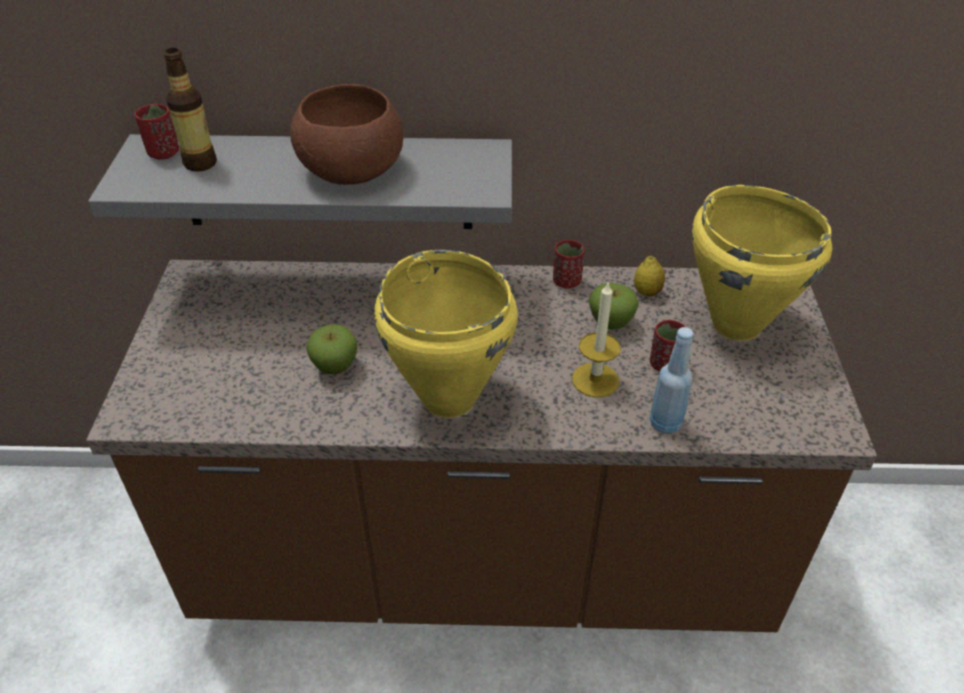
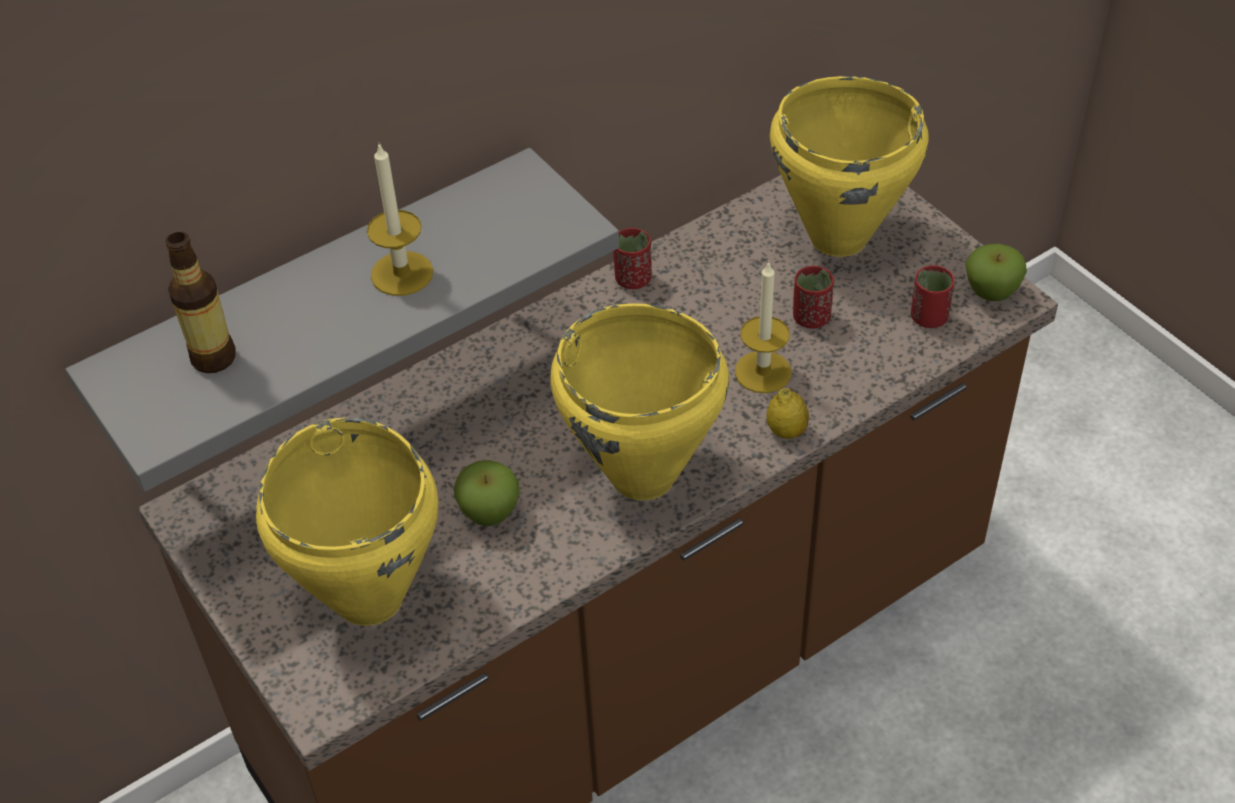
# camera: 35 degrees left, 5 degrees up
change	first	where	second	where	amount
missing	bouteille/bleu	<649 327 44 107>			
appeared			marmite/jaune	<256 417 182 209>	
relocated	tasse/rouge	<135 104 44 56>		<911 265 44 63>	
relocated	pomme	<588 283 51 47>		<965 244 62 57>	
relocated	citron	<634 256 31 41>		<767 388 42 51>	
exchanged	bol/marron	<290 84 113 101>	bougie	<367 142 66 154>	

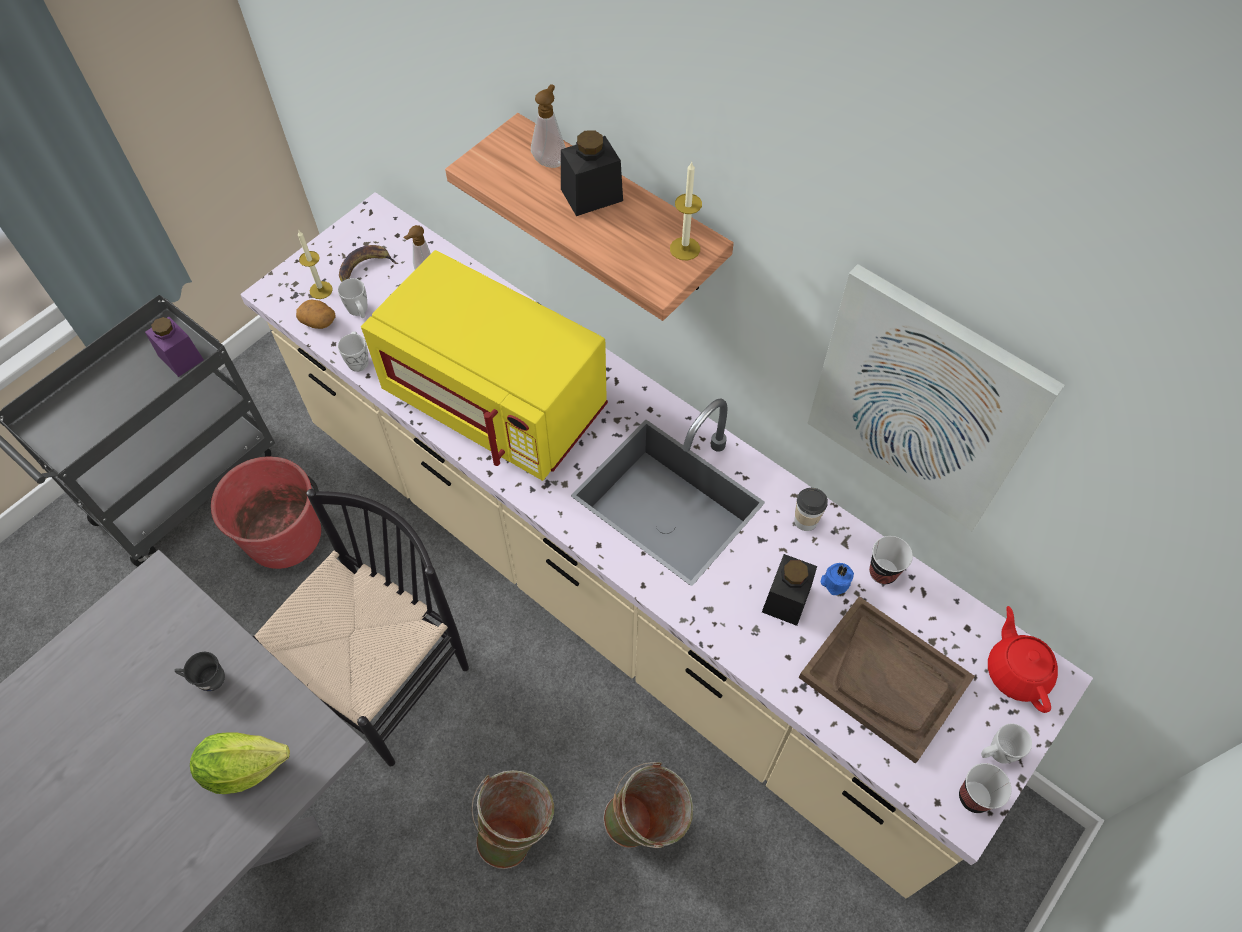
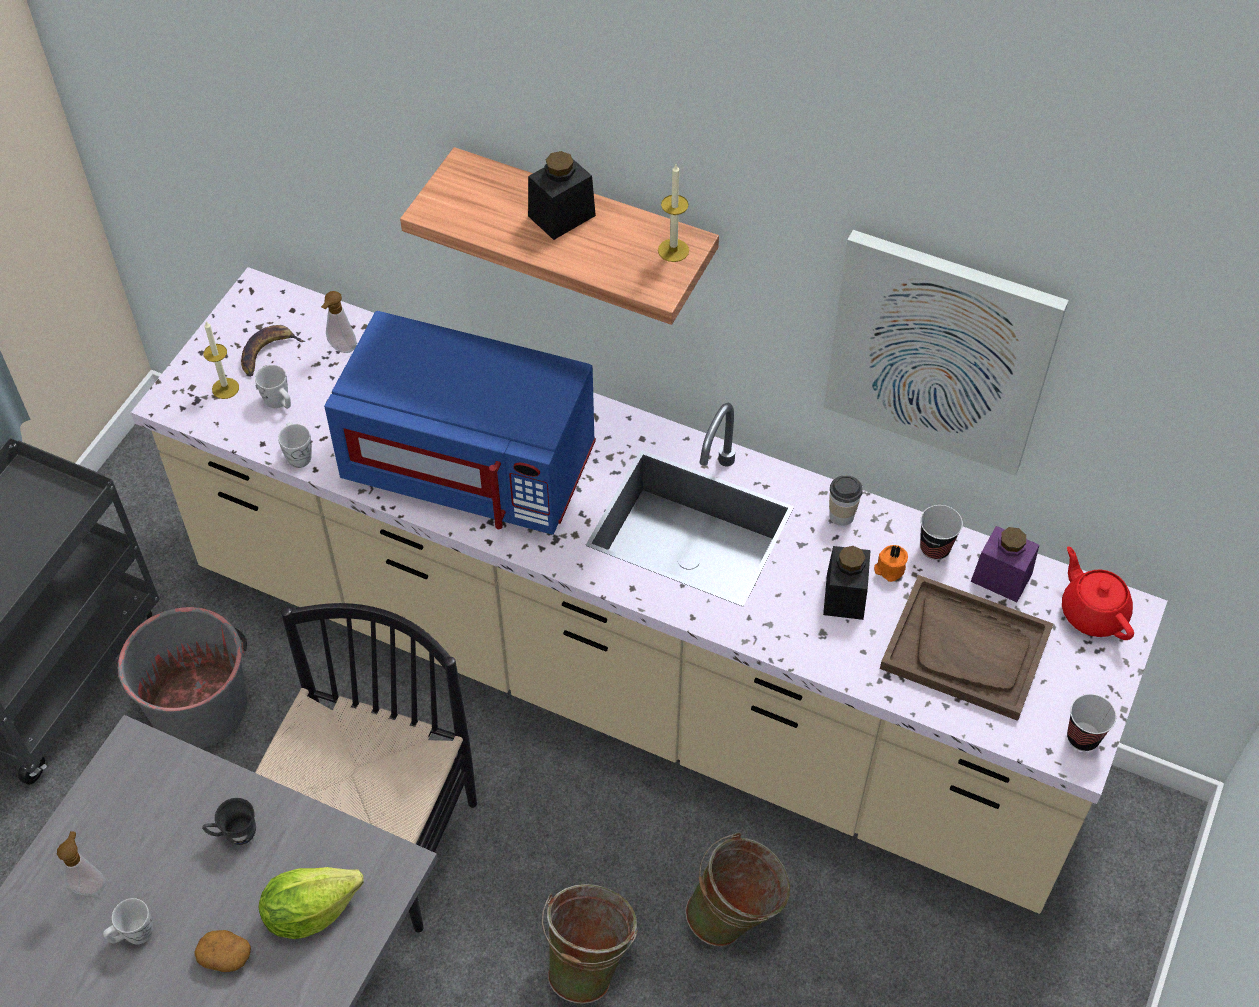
# camera: 15 degrees left, 5 degrees down
change	first	where	second	where	amount
relocated	bocal/violet	<145 317 59 60>		<971 526 68 76>	
relocated	pomme de terre	<296 300 40 29>		<194 930 57 42>	
relocated	distributeur de savon	<531 84 35 84>		<57 831 49 65>	
relocated	mug/blanc	<981 724 51 40>		<103 898 50 46>	
colour	seau/rouge	<210 457 111 112>	seau/gris	<115 607 132 141>	
colour	micro-ondes/jaune	<361 250 247 231>	micro-ondes/bleu	<324 311 272 224>	
colour	bougie/bleu	<821 563 33 32>	bougie/orange	<874 545 34 37>	

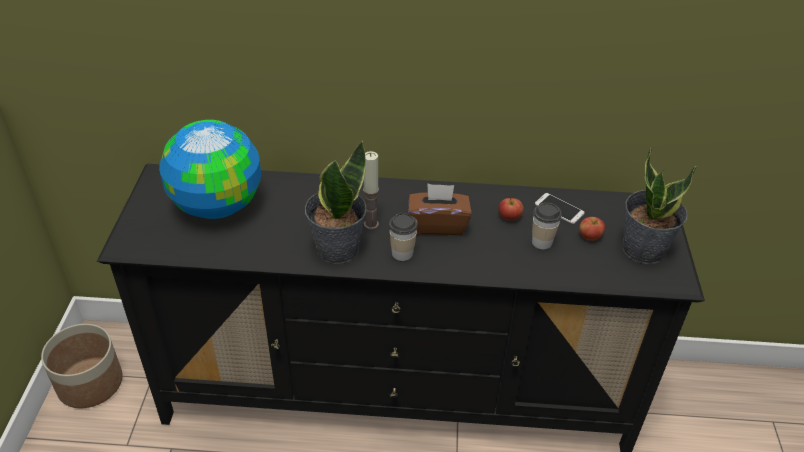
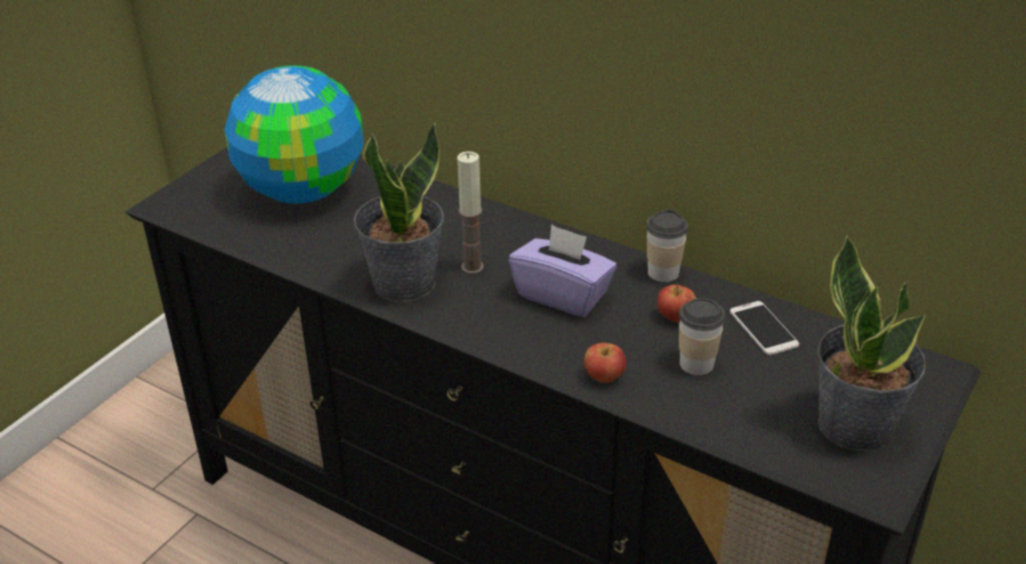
# camera: 30 degrees right, 5 degrees down
change	first	where	second	where	amount
missing	cache-pot	<41 324 82 84>			
relocated	tasse	<389 213 29 48>		<646 209 42 73>	
relocated	pomme	<579 217 26 24>		<584 343 42 40>	
colour	boîte à mouchoirs/marron	<408 183 64 52>	boîte à mouchoirs/violet	<509 224 108 93>	

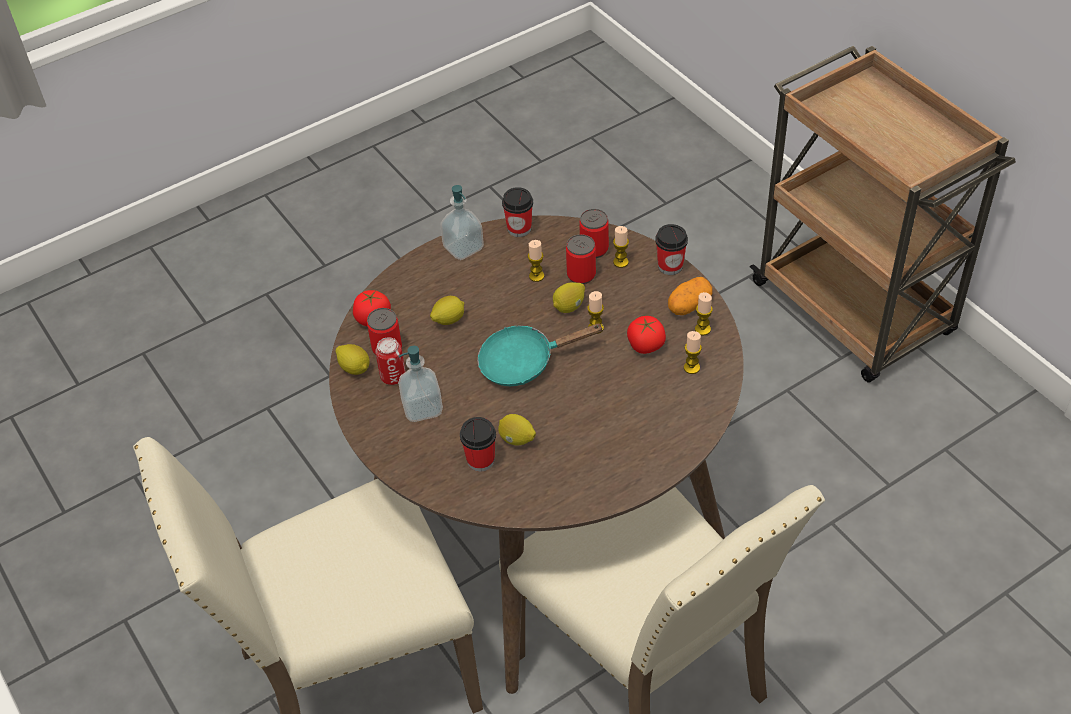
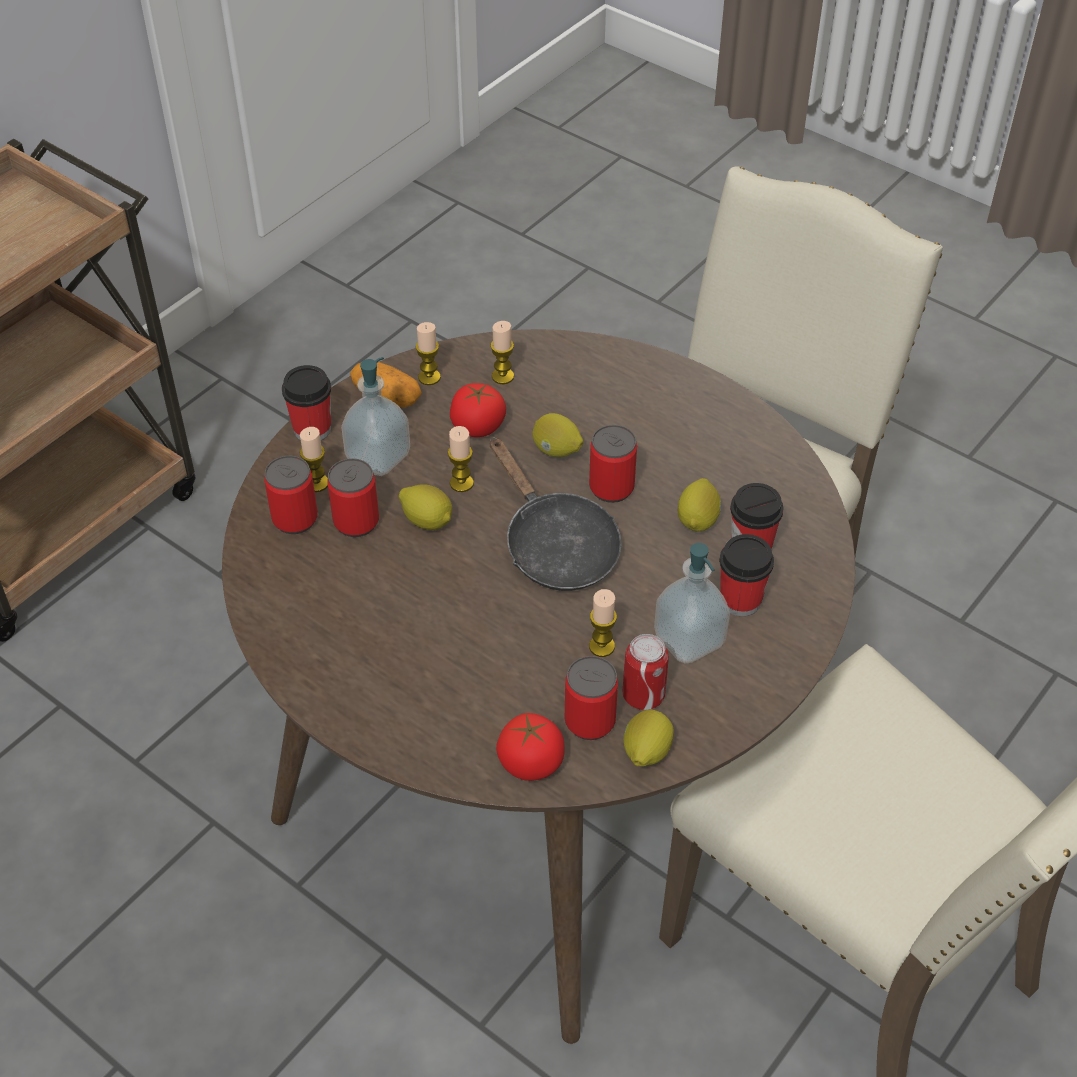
# camera: 110 degrees left, 0 degrees up
change	first	where	second	where	amount
appeared			boîte métallique	<589 425 48 78>	
relocated	citron	<430 296 34 29>		<533 413 50 44>	
relocated	distributeur de savon	<440 185 44 75>		<341 357 69 119>	
relocated	tasse	<502 187 31 50>		<719 534 55 82>	
relocated	bougie	<528 240 16 42>		<589 589 28 68>	
colour	poêle/turquoise	<477 324 127 62>	poêle/noir	<490 437 132 154>	

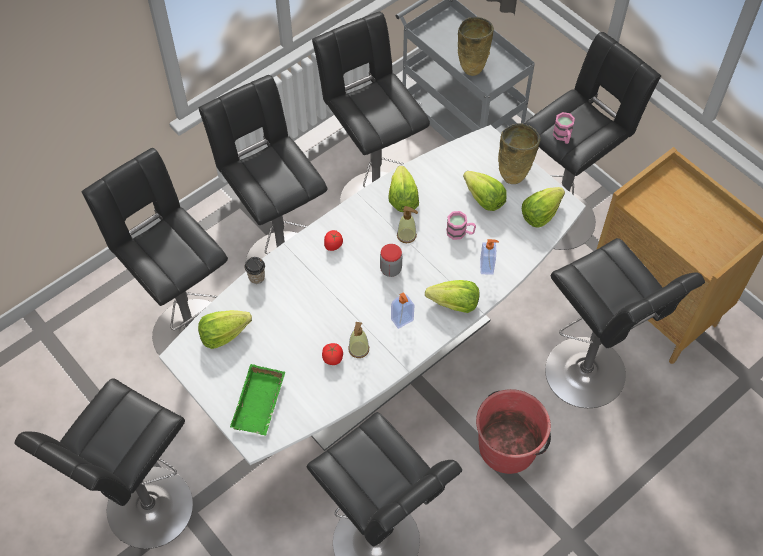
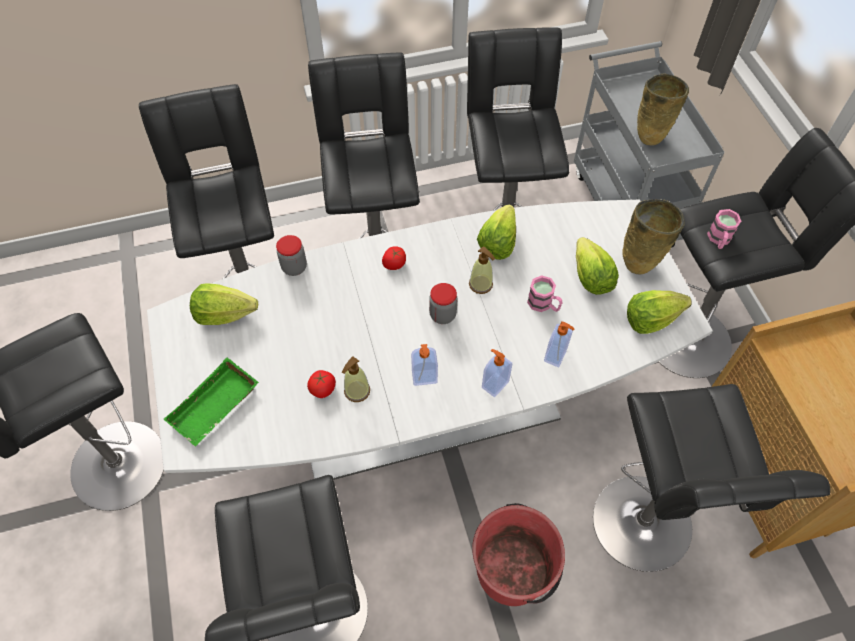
# camera: 25 degrees right, 0 degrees up
change	first	where	second	where	amount
exchanged	tasse	<245 257 20 27>	bocal	<276 235 31 41>	
exchanged	laitue	<425 280 55 33>	distributeur de savon	<482 349 30 48>	

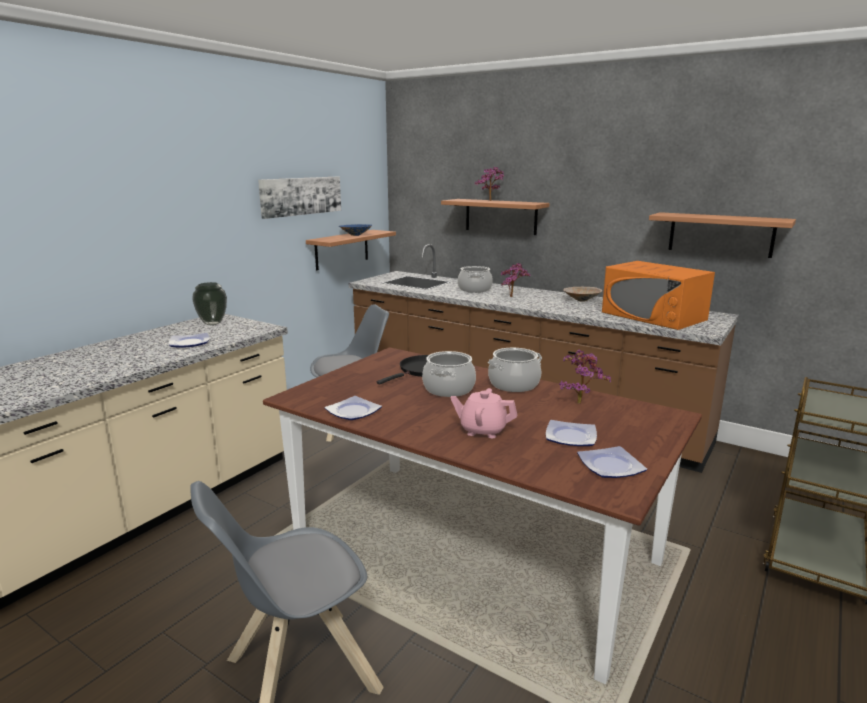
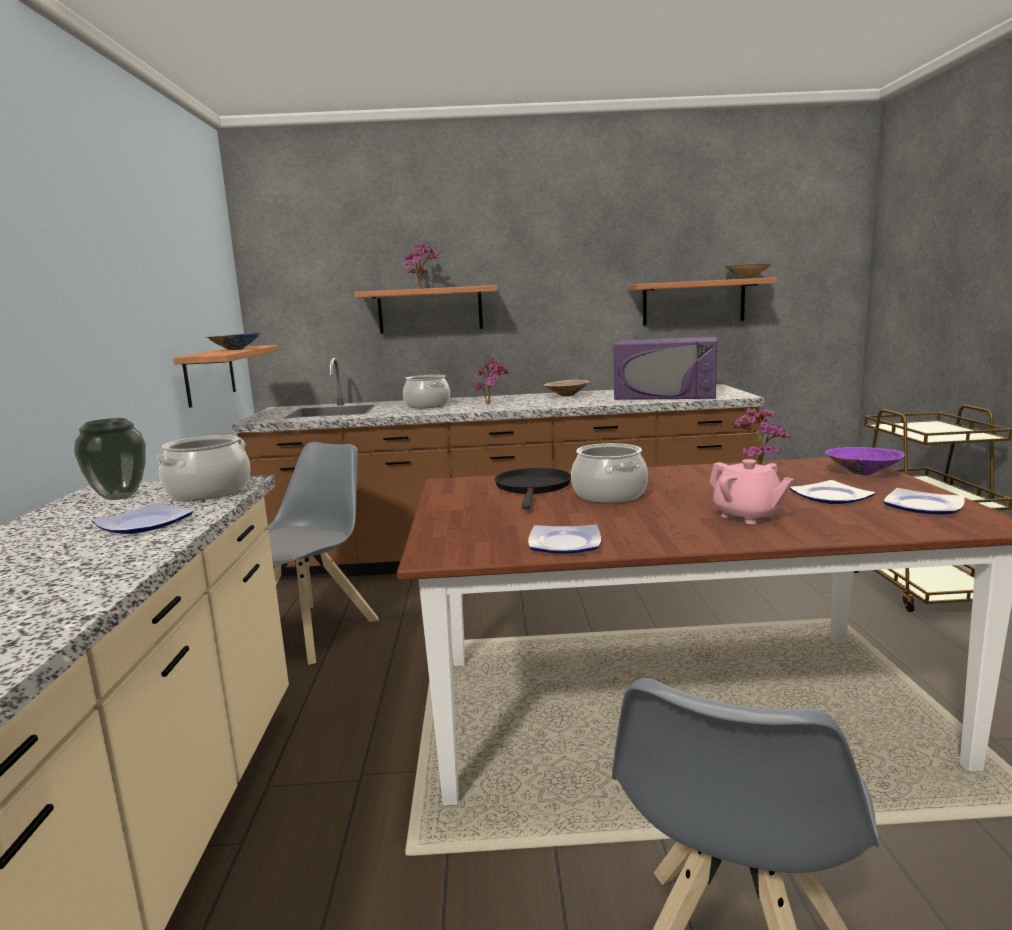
# camera: 35 degrees left, 5 degrees down
change	first	where	second	where	amount
missing	tableau	<258 177 83 42>			
appeared			bol/beige	<724 263 48 16>	
appeared			bol/violet	<825 447 80 28>	
relocated	marmite	<488 348 54 44>		<156 435 94 65>	
colour	micro-ondes/orange	<602 261 113 69>	micro-ondes/violet	<614 337 103 63>	
spun	théière/rose	<450 388 67 50>		<709 459 85 65>	105 degrees counterclockwise

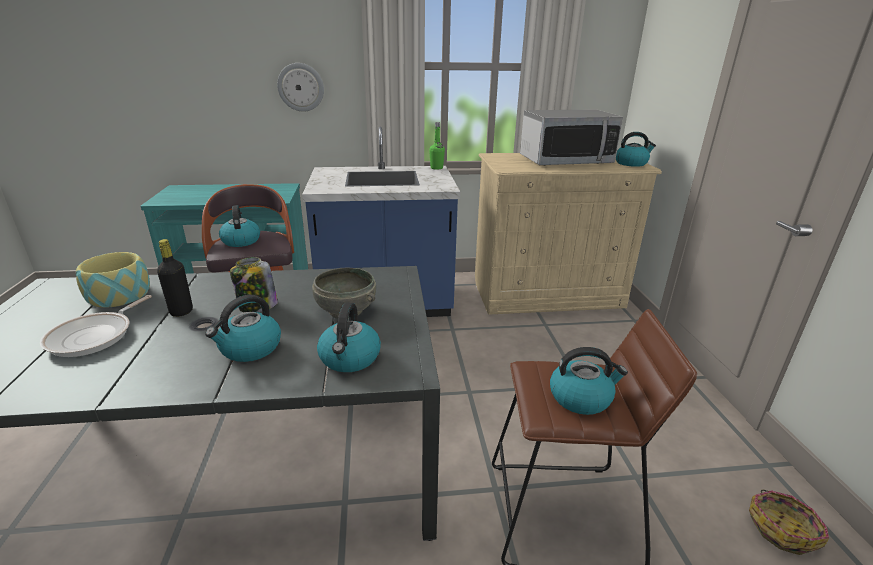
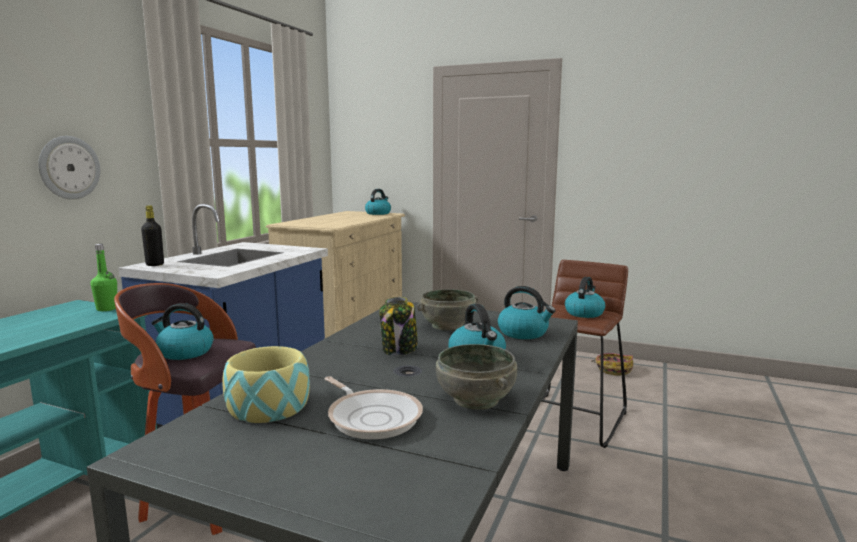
# camera: 60 degrees left, 15 degrees down
change	first	where	second	where	amount
missing	micro-ondes	<520 110 103 56>			
appeared			bol/gris	<436 344 81 66>	
relocated	bouteille/noir	<157 239 36 78>		<141 206 23 60>	
relocated	bouteille/vert	<429 122 16 48>		<90 244 27 67>	

